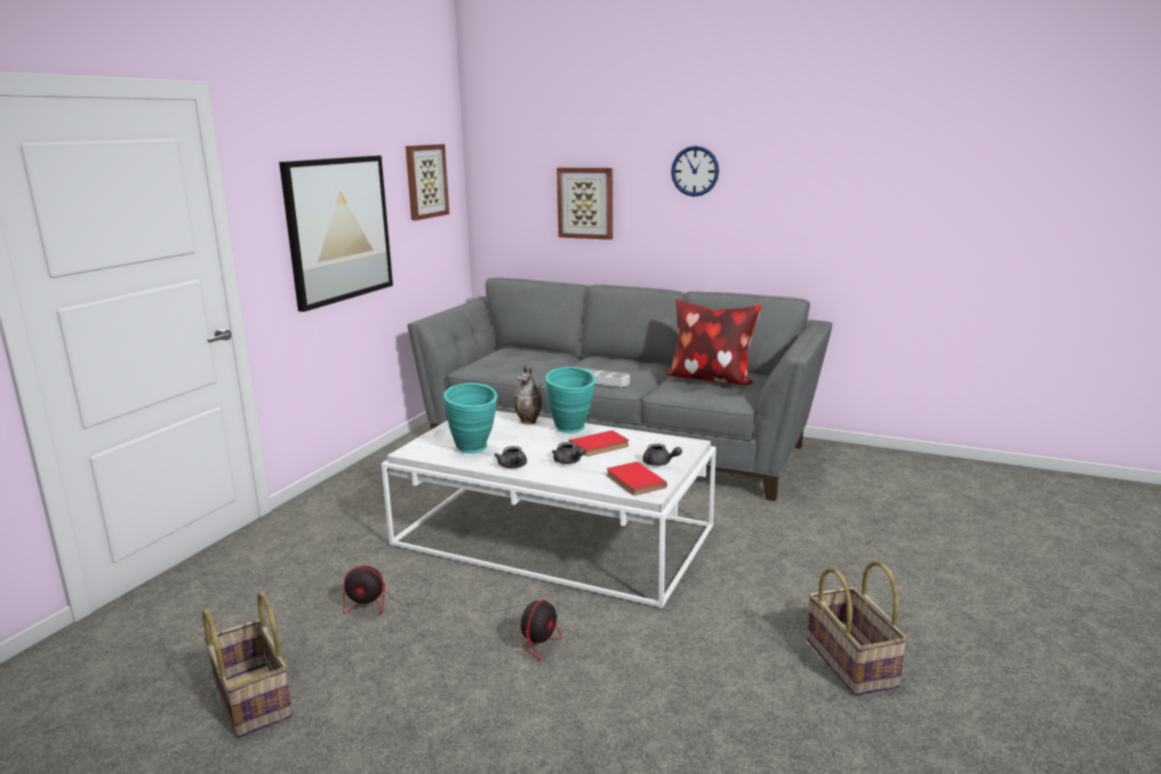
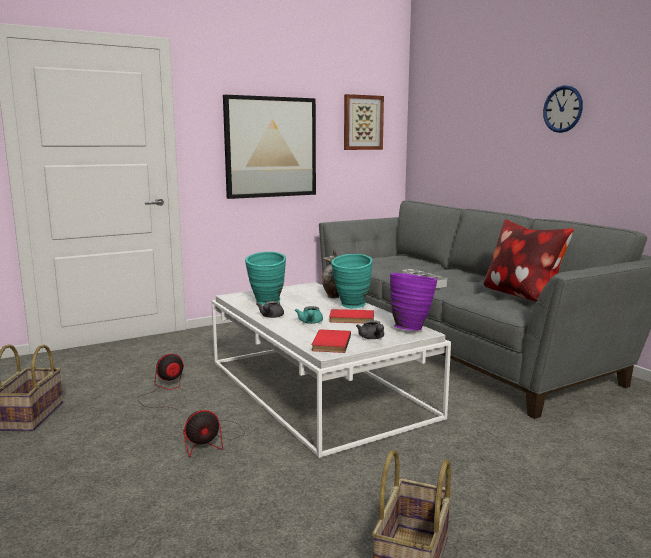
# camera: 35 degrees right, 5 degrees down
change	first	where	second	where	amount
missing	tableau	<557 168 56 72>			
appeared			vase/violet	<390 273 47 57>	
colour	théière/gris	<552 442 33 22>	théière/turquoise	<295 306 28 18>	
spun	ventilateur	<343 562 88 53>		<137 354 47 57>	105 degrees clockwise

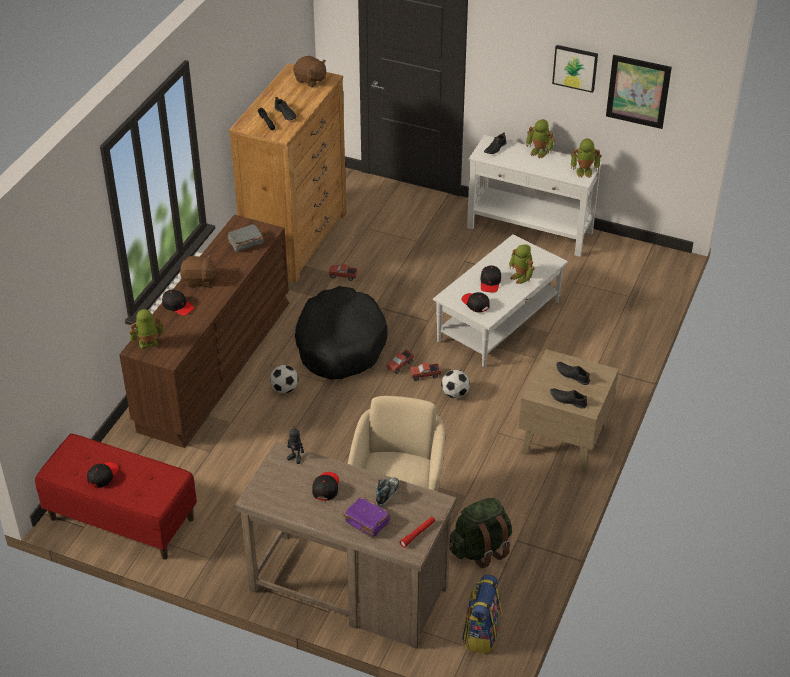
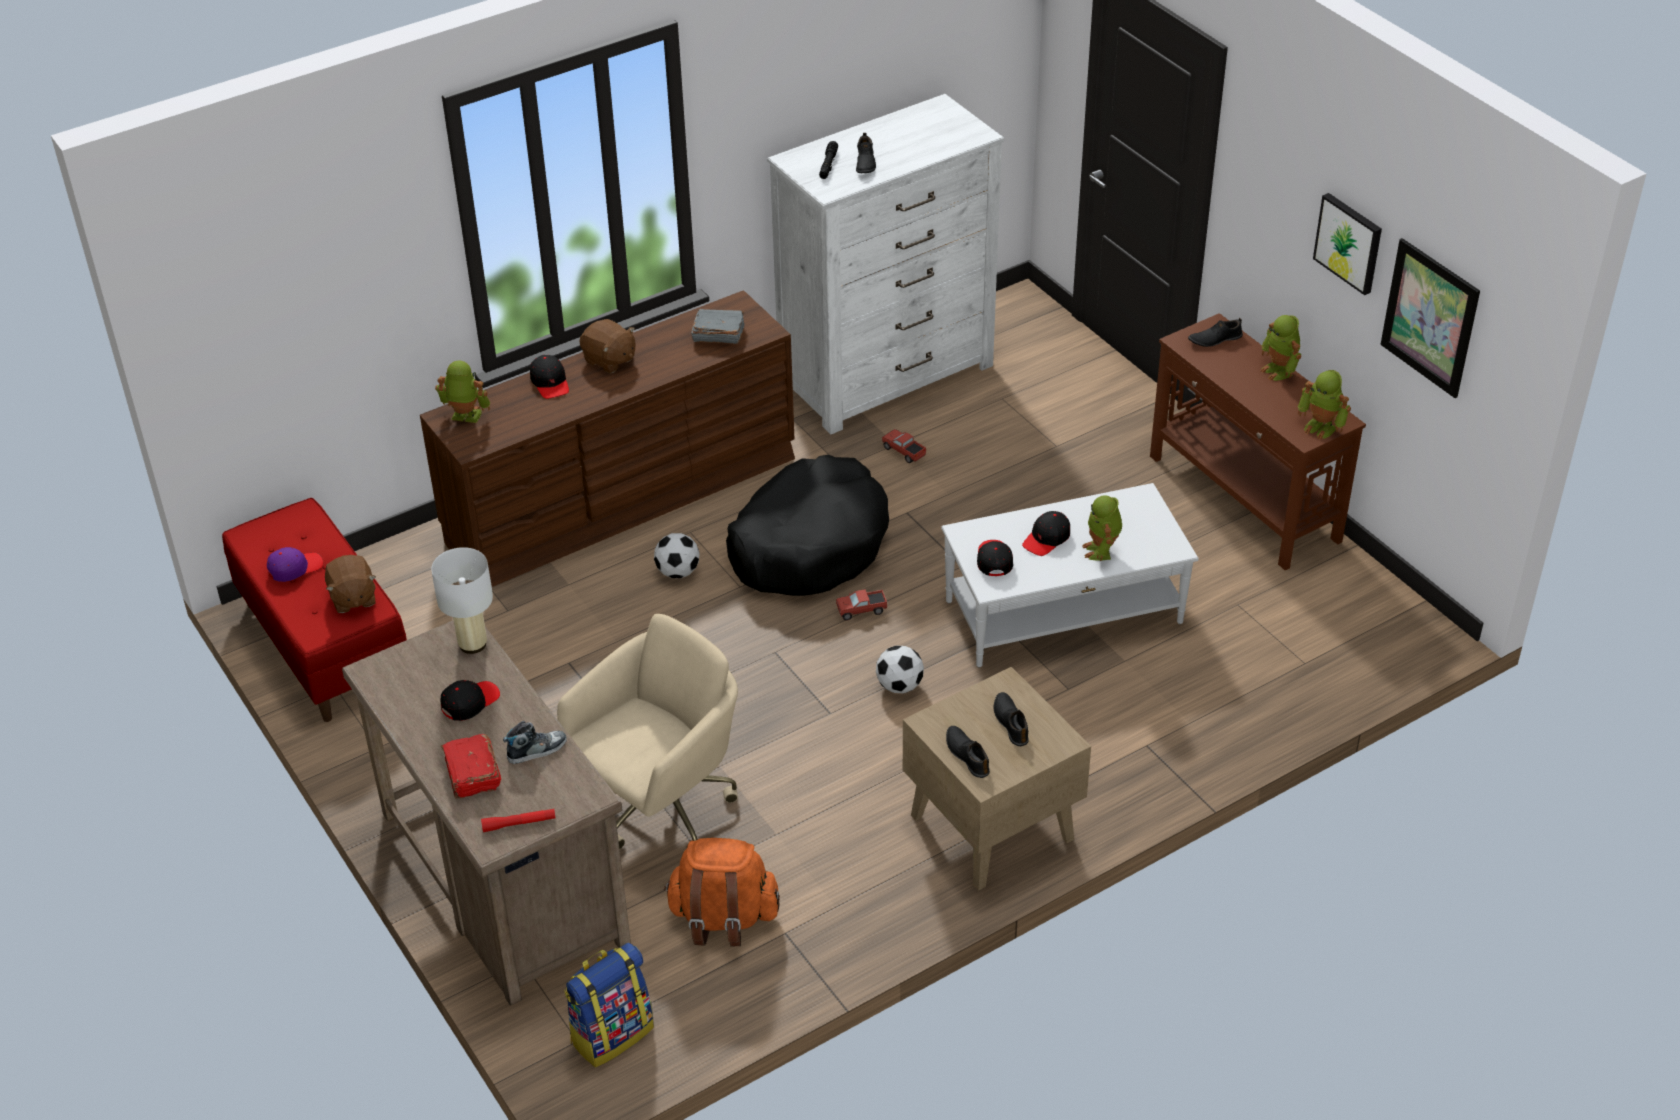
# camera: 35 degrees right, 0 degrees up
change	first	where	second	where	amount
missing	camion jouet	<410 363 31 18>			
relocated	peluche/marron	<293 56 33 31>		<325 555 51 58>	
exchanged	robot jouet	<287 428 17 36>	lampe de table/blanc	<431 547 62 107>	
colour	casquette/noir	<87 462 32 26>	casquette/violet	<267 547 56 35>	
colour	commode/marron	<229 63 117 220>	commode/blanc	<767 94 237 340>	
colour	livre/violet	<343 497 47 41>	livre/rouge	<441 734 60 64>	
colour	sac à dos/vert	<450 498 62 70>	sac à dos/orange	<664 838 116 108>	
colour	table console/blanc	<467 135 135 122>	table console/marron	<1150 313 216 258>	

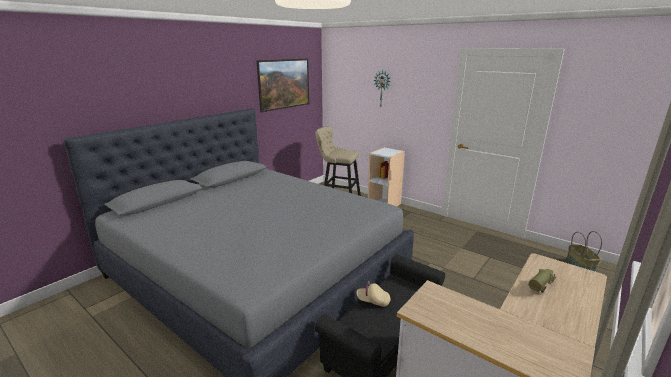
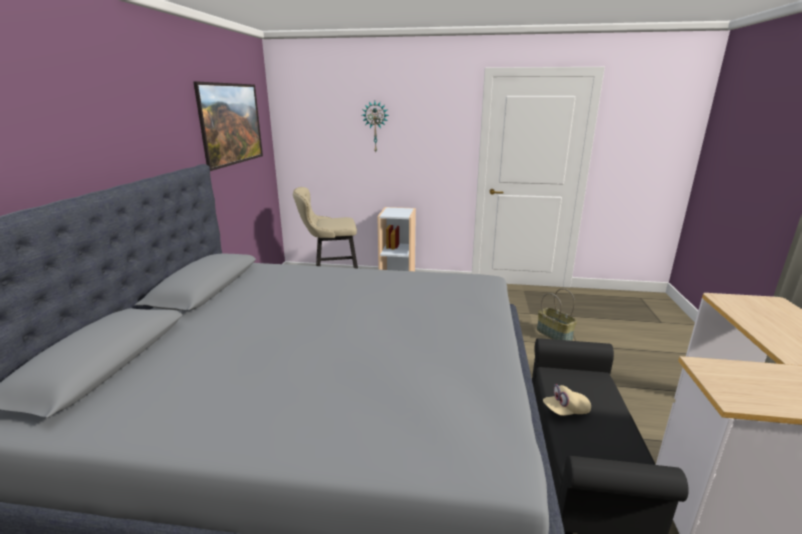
# camera: 30 degrees left, 0 degrees up
change	first	where	second	where	amount
missing	camion jouet	<528 269 28 24>			
relocated	panier	<566 231 36 41>		<537 288 40 53>	

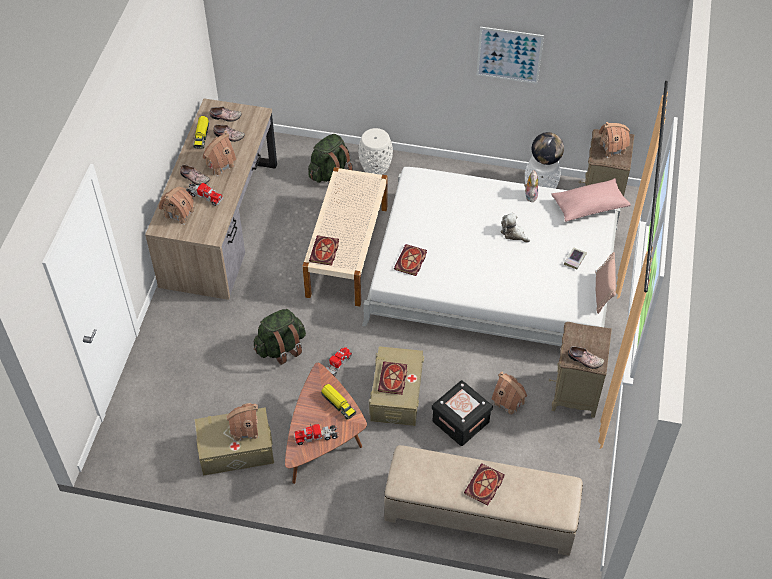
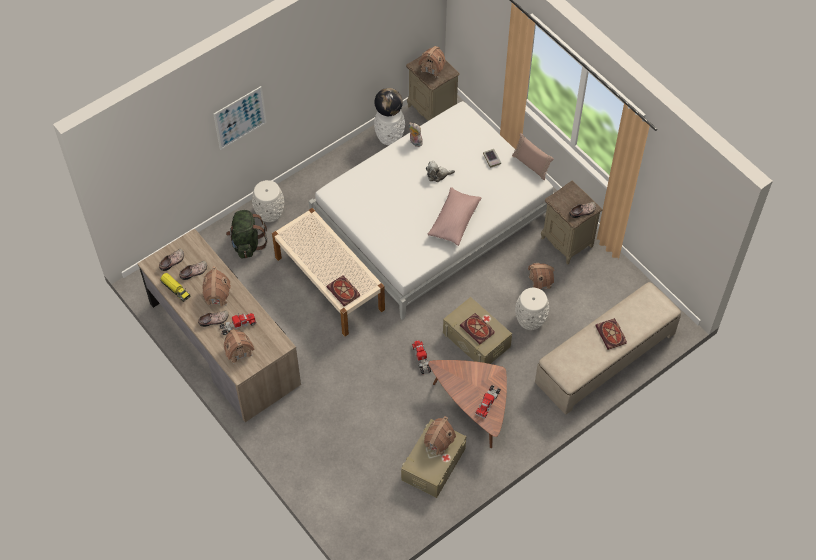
# camera: 50 degrees left, 5 degrees up
change	first	where	second	where	amount
missing	sac à dos/vert	<254 309 52 56>			
missing	camion jouet	<321 384 35 35>			
missing	livre	<394 244 33 32>			
relocated	tableau	<476 27 68 57>		<213 86 54 64>	
relocated	coussin/rose	<551 178 80 44>		<428 187 53 59>	
exchanged	boîte de rangement/noir	<432 380 61 66>	tabouret/blanc	<515 288 34 42>	

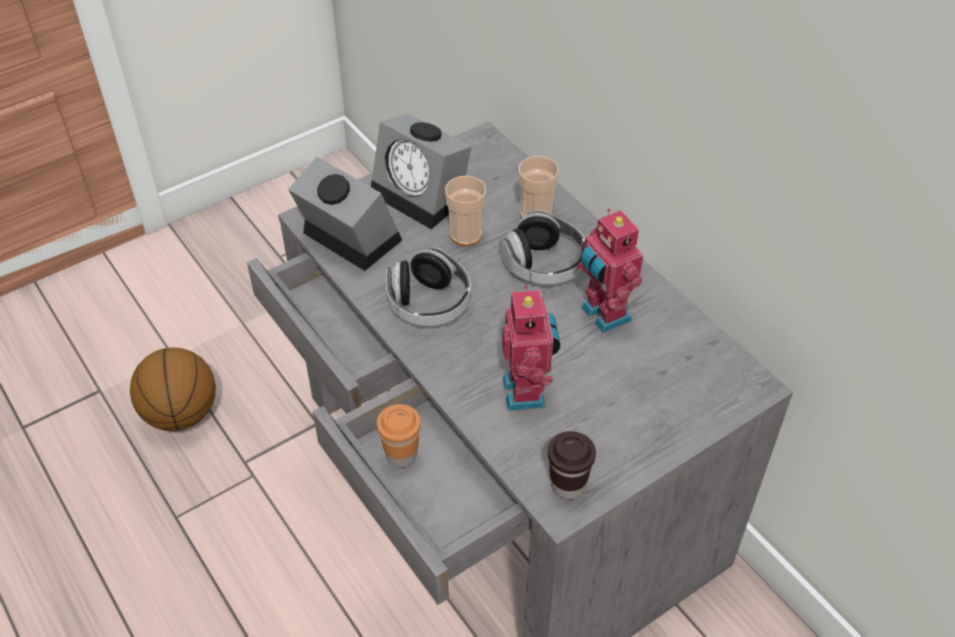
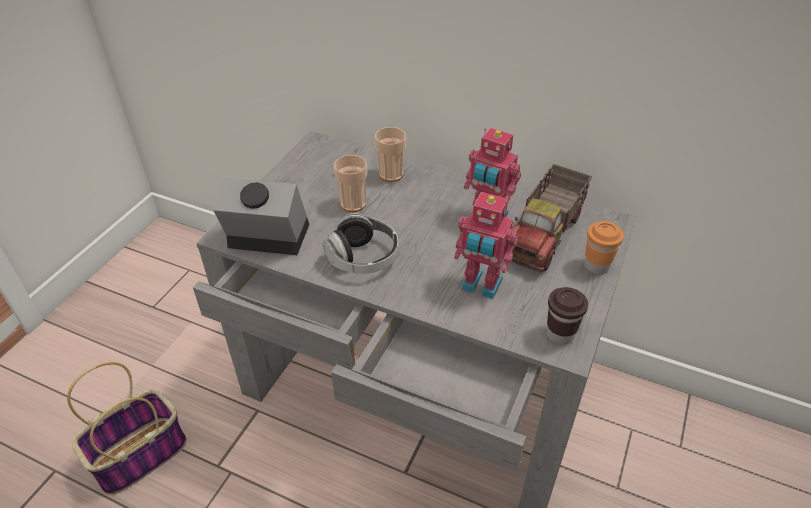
# camera: 30 degrees left, 5 degrees down
change	first	where	second	where	amount
missing	réveil	<371 114 100 115>			
missing	casque audio	<499 210 86 74>			
appeared			camion jouet	<507 164 85 108>	
relocated	tasse/orange	<377 404 44 63>		<585 221 39 53>	
exchanged	ballon de basket	<130 347 86 84>	panier	<67 362 120 133>	
spun	robot jouet	<502 285 59 126>		<454 192 64 107>	150 degrees clockwise

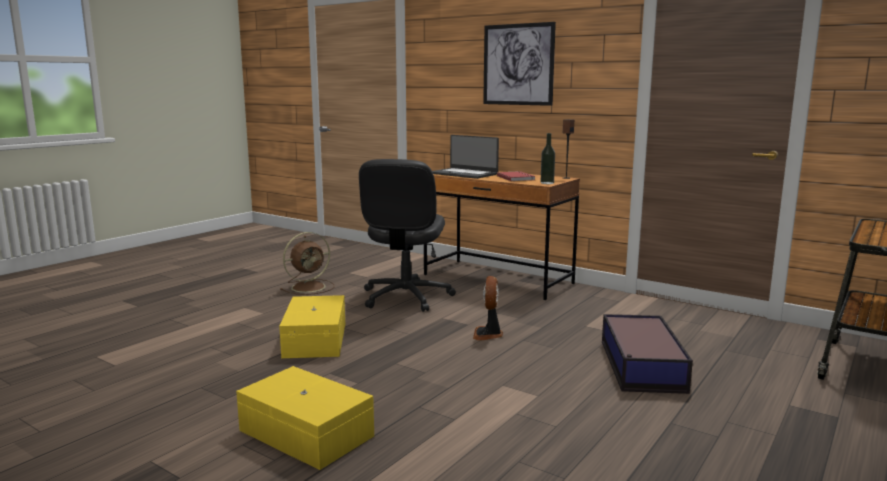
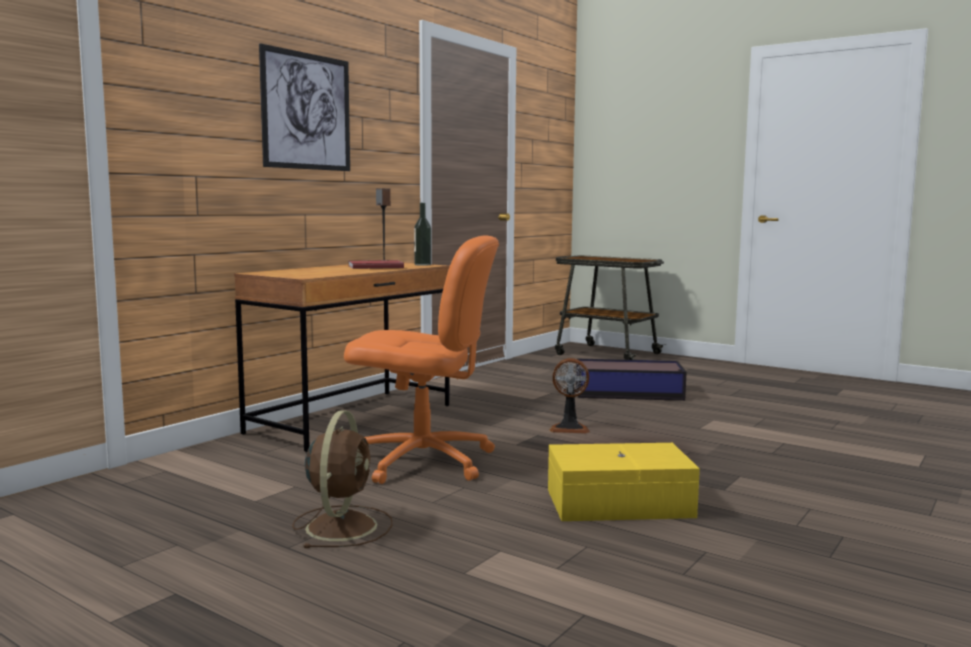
# camera: 90 degrees left, 5 degrees down
change	first	where	second	where	amount
missing	boîte de rangement/jaune	<236 366 138 104>			
missing	ordinateur portable	<432 135 67 44>			
colour	chaise de bureau/noir	<359 159 97 153>	chaise de bureau/orange	<344 235 155 249>	
spun	ventilateur/marron	<280 232 54 63>		<292 410 100 138>	45 degrees clockwise

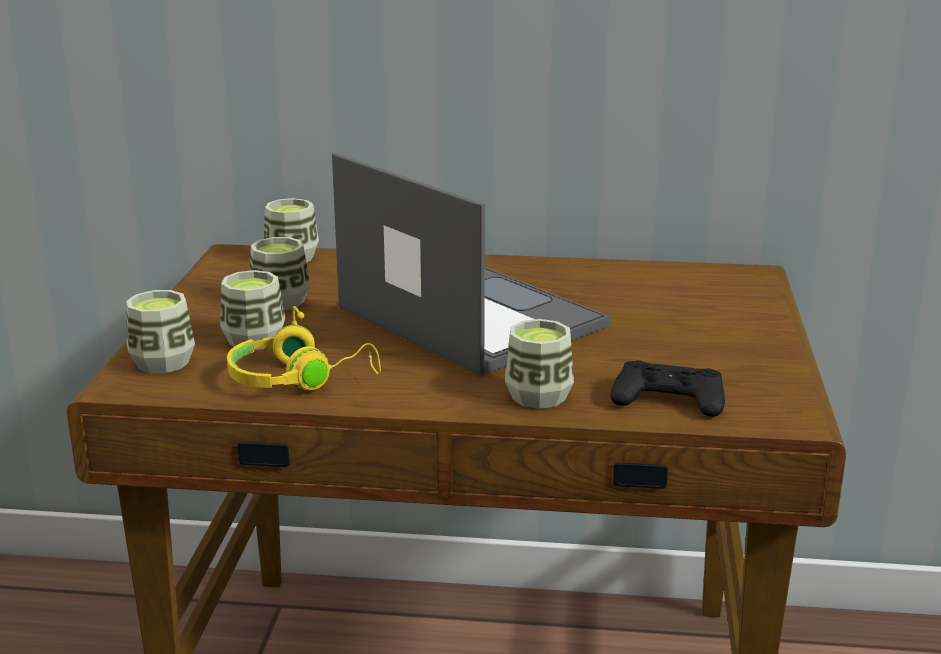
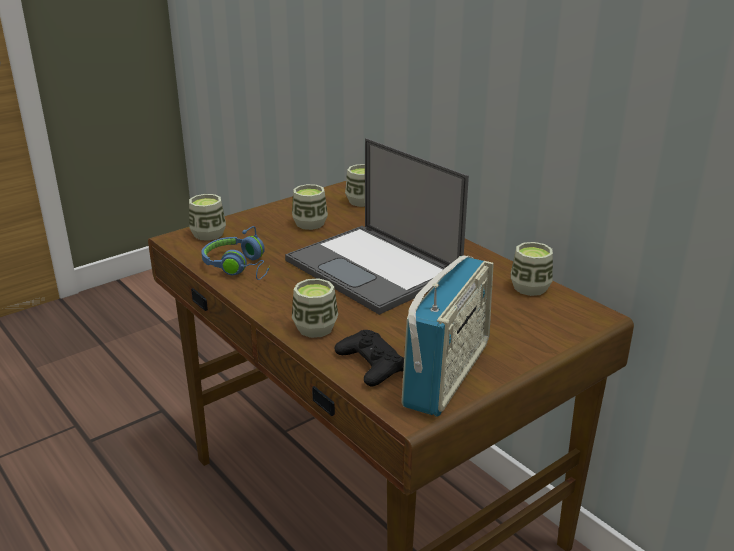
# camera: 45 degrees right, 5 degrees up
change	first	where	second	where	amount
appeared			radio	<401 255 93 162>	
relocated	tasse	<220 270 65 80>		<511 242 42 54>	
colour	casque audio/jaune	<227 306 154 84>	casque audio/bleu	<201 226 69 54>	
spun	ordinateur portable	<332 153 277 223>		<285 138 184 177>	135 degrees clockwise

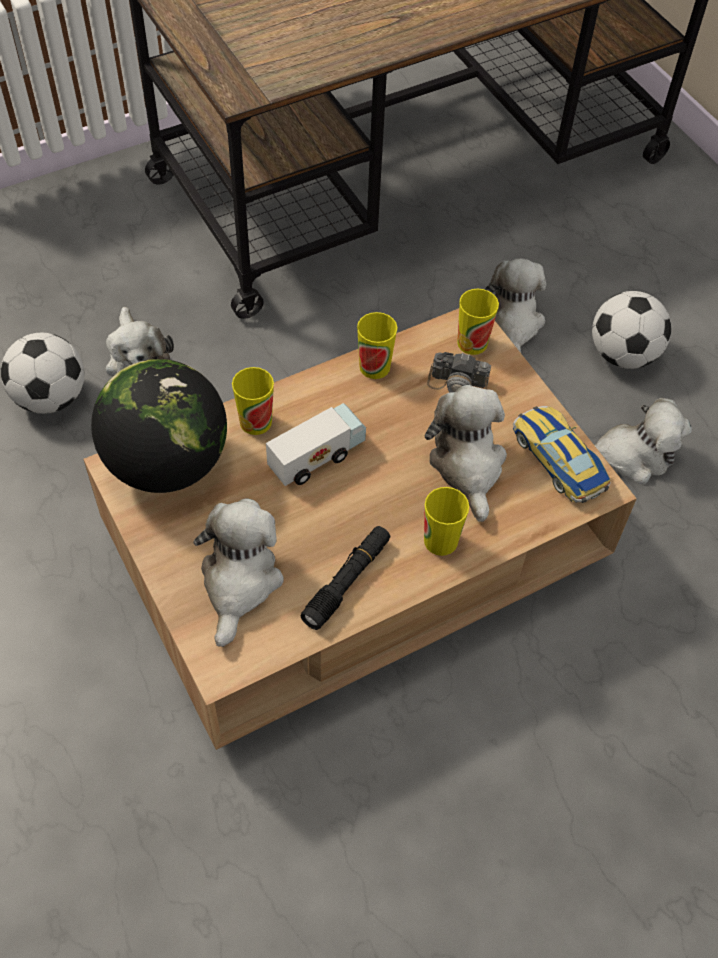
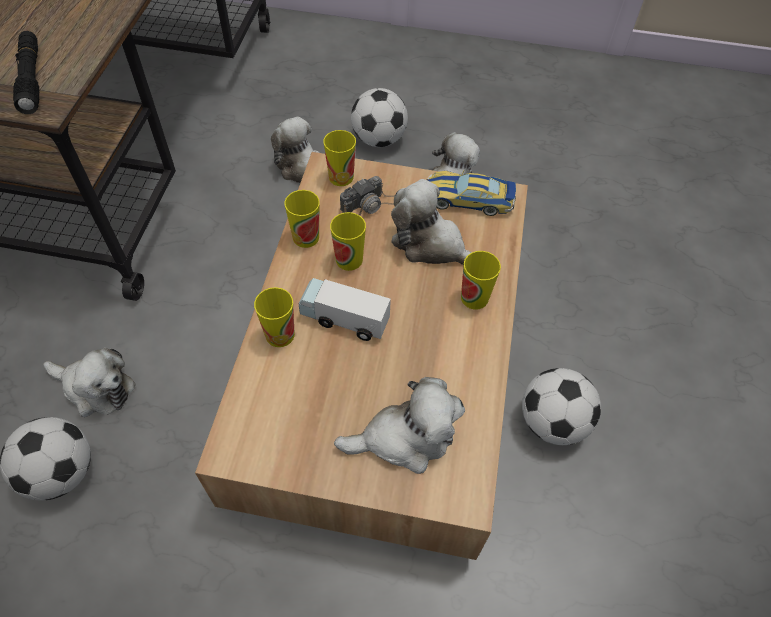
# camera: 50 degrees left, 0 degrees up
change	first	where	second	where	amount
missing	globe	<91 359 136 134>			
appeared			tasse	<330 212 36 59>	
appeared			ballon de foot	<522 368 79 77>	
relocated	lampe de poche/noir	<300 526 90 104>		<13 31 26 83>	
spun	peluche	<193 499 91 148>		<334 377 131 97>	120 degrees clockwise
spun	camion jouet	<266 403 100 83>		<299 278 92 63>	75 degrees counterclockwise

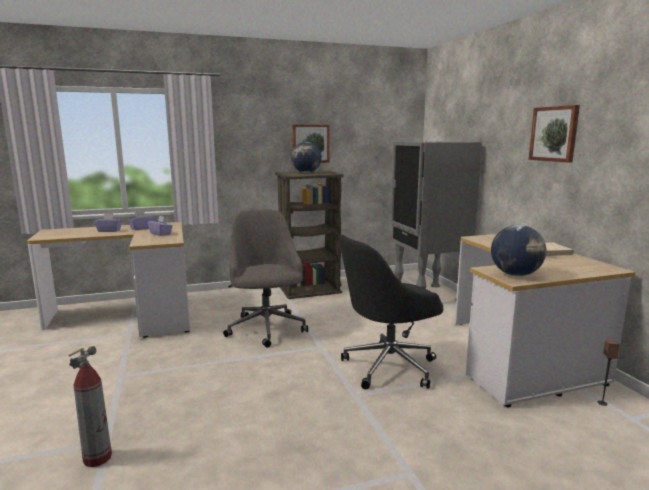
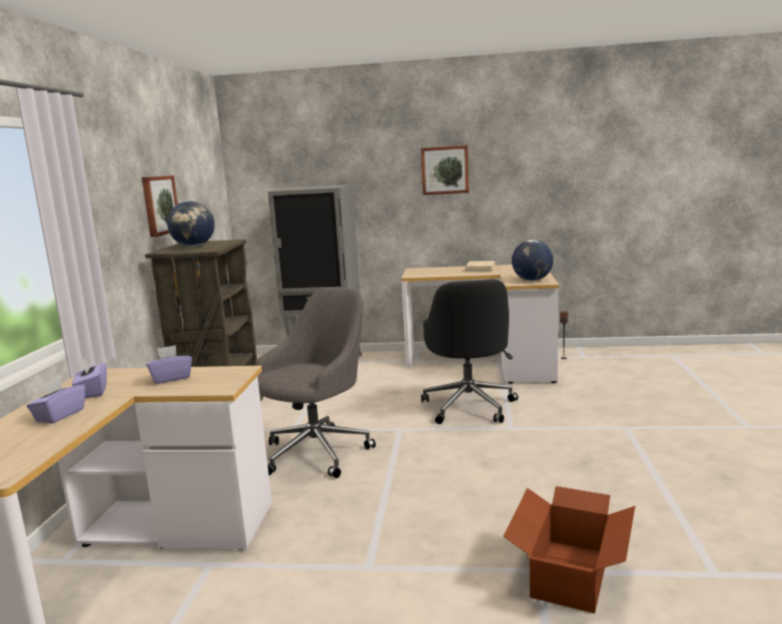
# camera: 65 degrees left, 0 degrees up
change	first	where	second	where	amount
exchanged	extincteur	<69 346 43 121>	carton	<503 486 132 127>	
spun	chaise de bureau/gris	<223 209 85 139>		<255 287 121 191>	120 degrees clockwise

